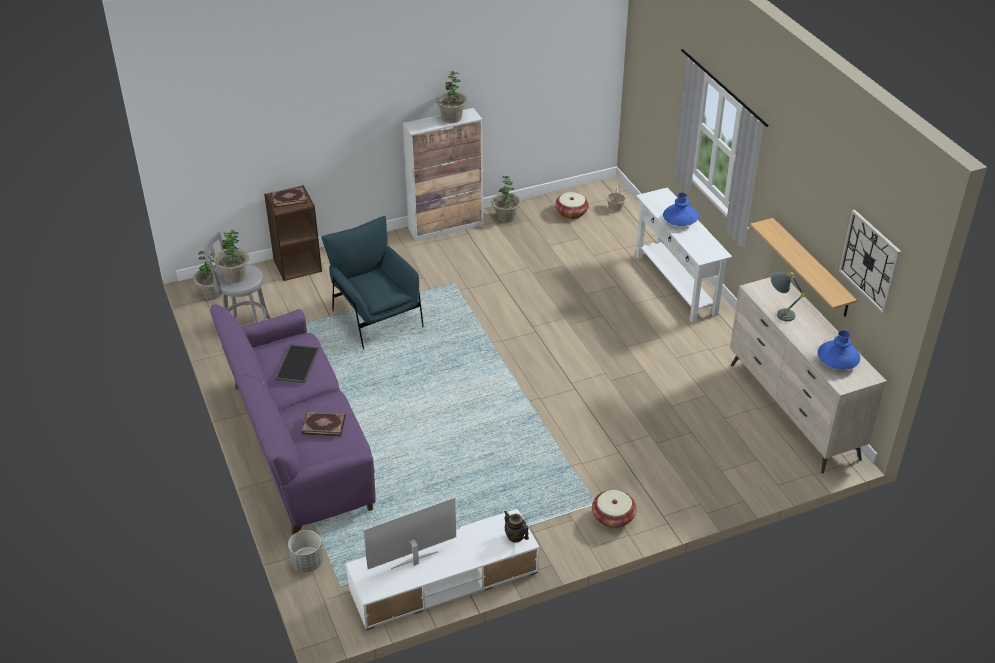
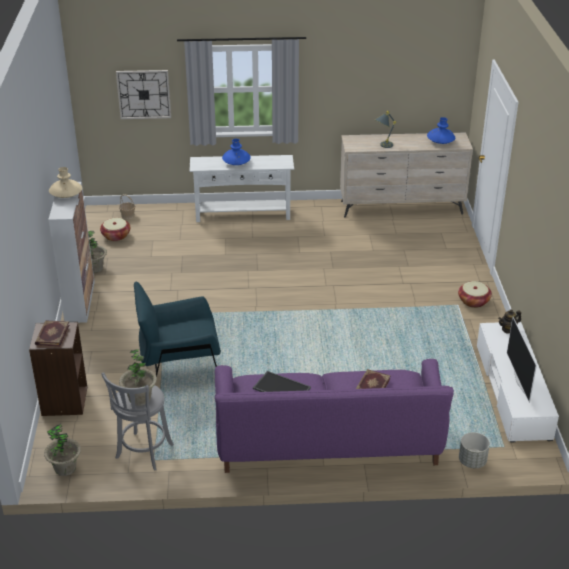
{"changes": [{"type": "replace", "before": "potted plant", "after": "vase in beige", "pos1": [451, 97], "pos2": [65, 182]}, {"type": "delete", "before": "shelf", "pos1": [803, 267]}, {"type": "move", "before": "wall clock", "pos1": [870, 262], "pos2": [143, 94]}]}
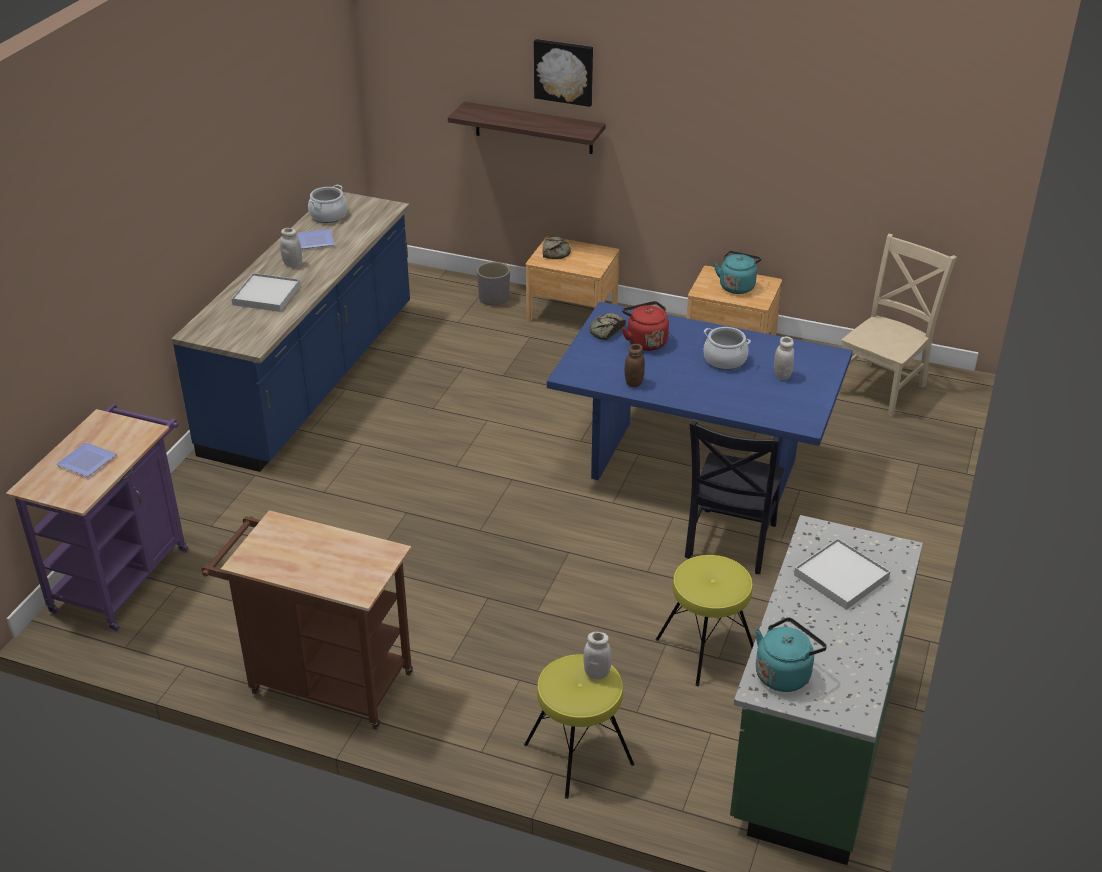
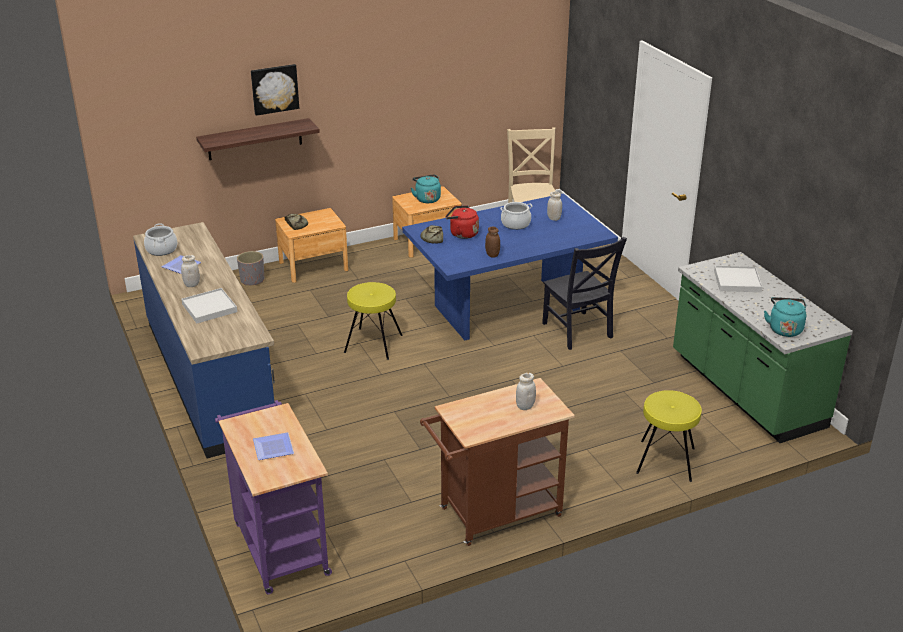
{"changes": [{"type": "move", "before": "jar in white", "pos1": [597, 656], "pos2": [526, 391]}, {"type": "move", "before": "stool in yellow", "pos1": [705, 620], "pos2": [373, 321]}]}
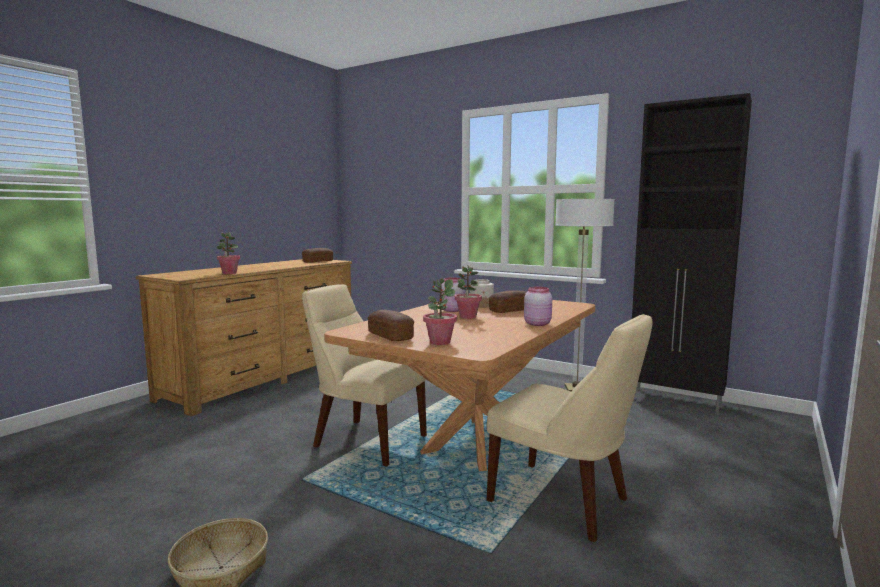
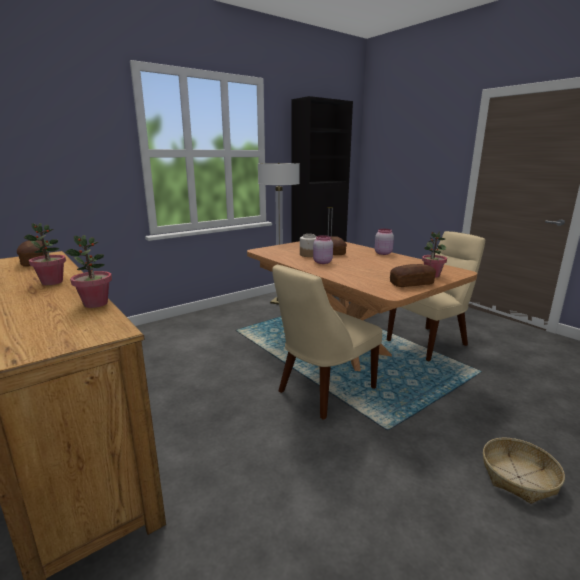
{"changes": [{"type": "move", "before": "potted plant", "pos1": [468, 292], "pos2": [45, 254]}]}
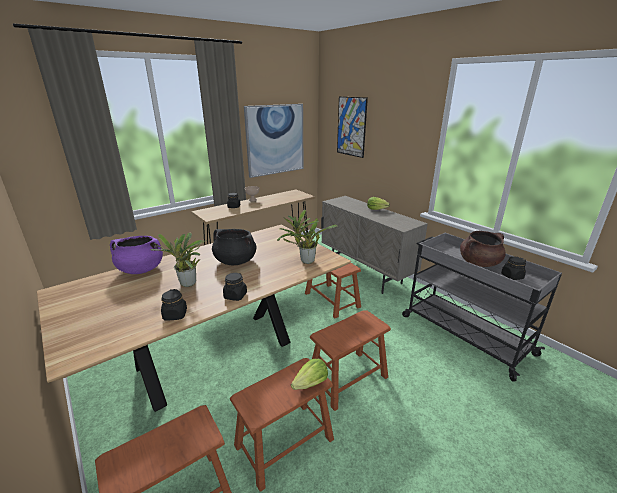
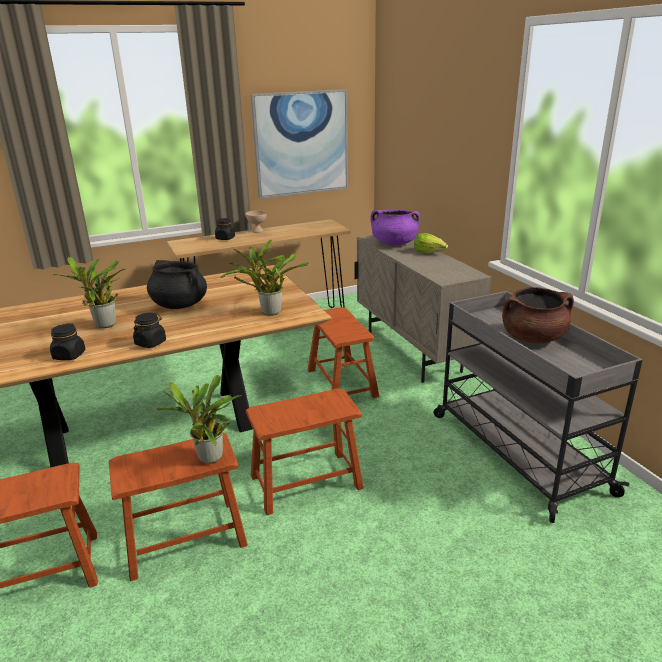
{"changes": [{"type": "move", "before": "cooking pot in purple", "pos1": [136, 255], "pos2": [395, 227]}, {"type": "replace", "before": "lettuce", "after": "potted plant", "pos1": [309, 374], "pos2": [198, 419]}, {"type": "delete", "before": "picture", "pos1": [352, 127]}, {"type": "delete", "before": "jar in black", "pos1": [513, 268]}]}
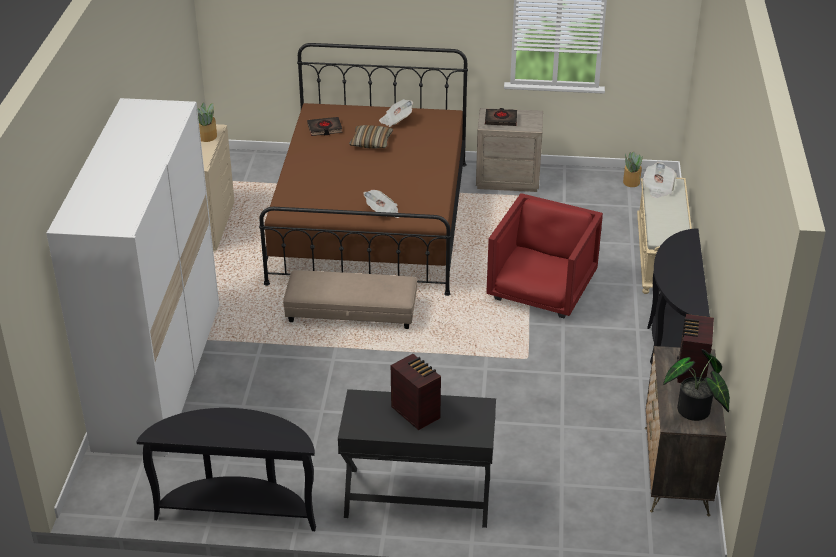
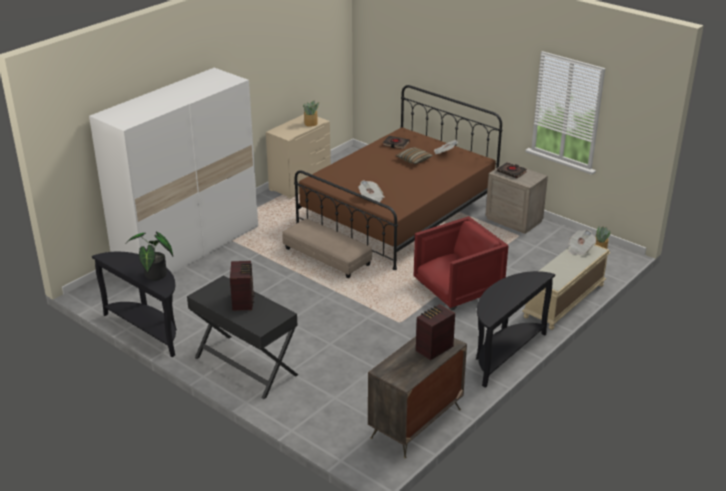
{"changes": [{"type": "move", "before": "potted plant", "pos1": [696, 385], "pos2": [149, 255]}]}
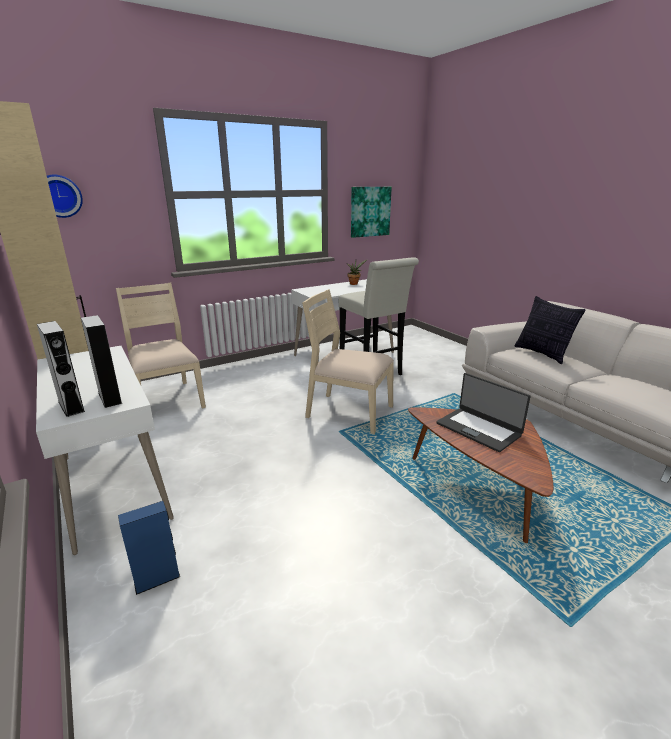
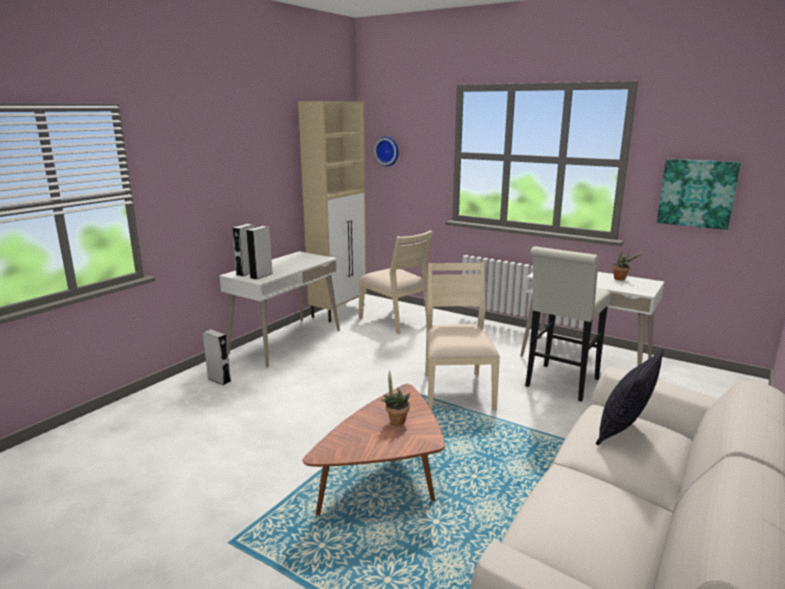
{"changes": [{"type": "rotate", "before": "chair in beige", "pos1": [161, 345], "pos2": [395, 282], "turn": 105}, {"type": "recolor", "before": "speaker in blue", "after": "speaker in grey", "pos1": [149, 548], "pos2": [217, 357]}, {"type": "replace", "before": "laptop", "after": "potted plant", "pos1": [483, 412], "pos2": [395, 397]}]}
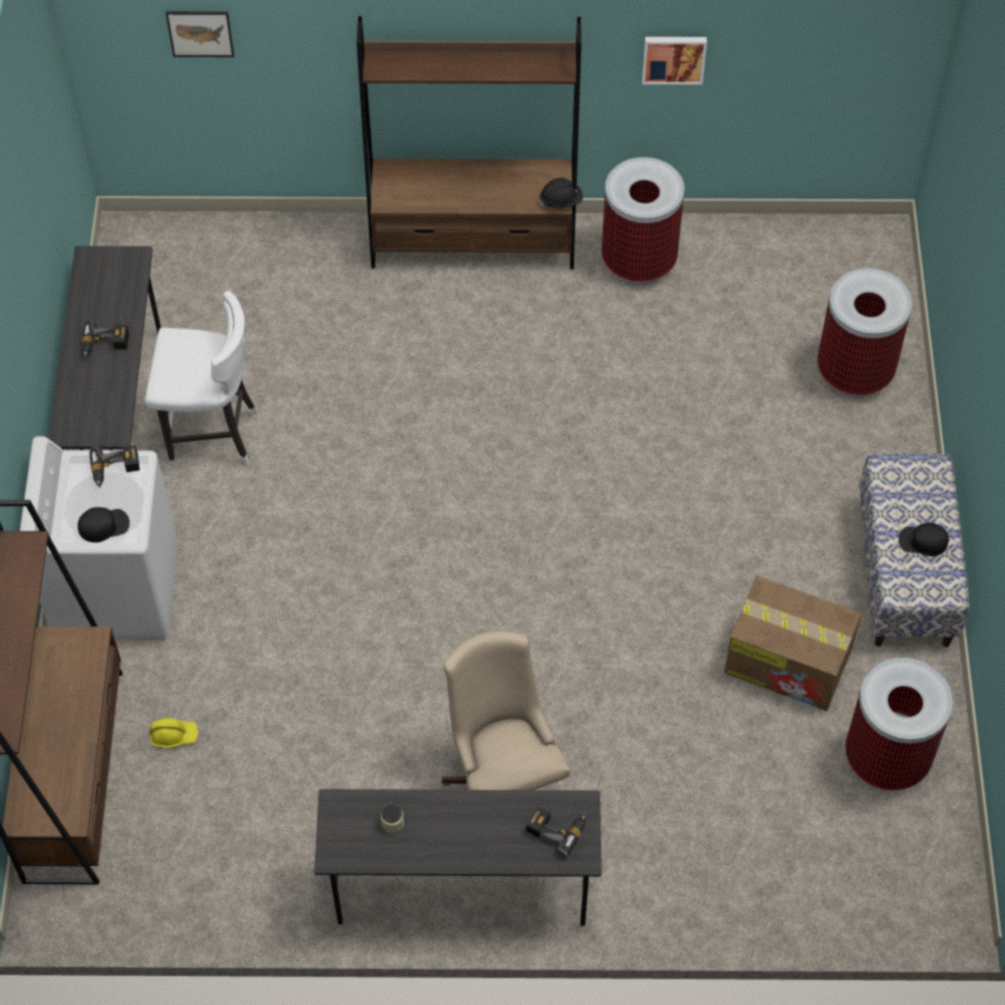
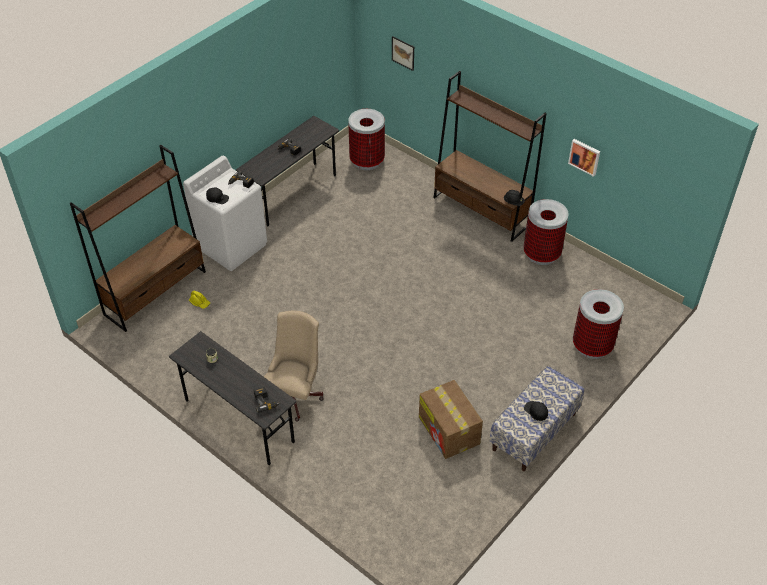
{"changes": [{"type": "delete", "before": "stool in white", "pos1": [201, 379]}, {"type": "move", "before": "trash can", "pos1": [899, 724], "pos2": [366, 139]}]}
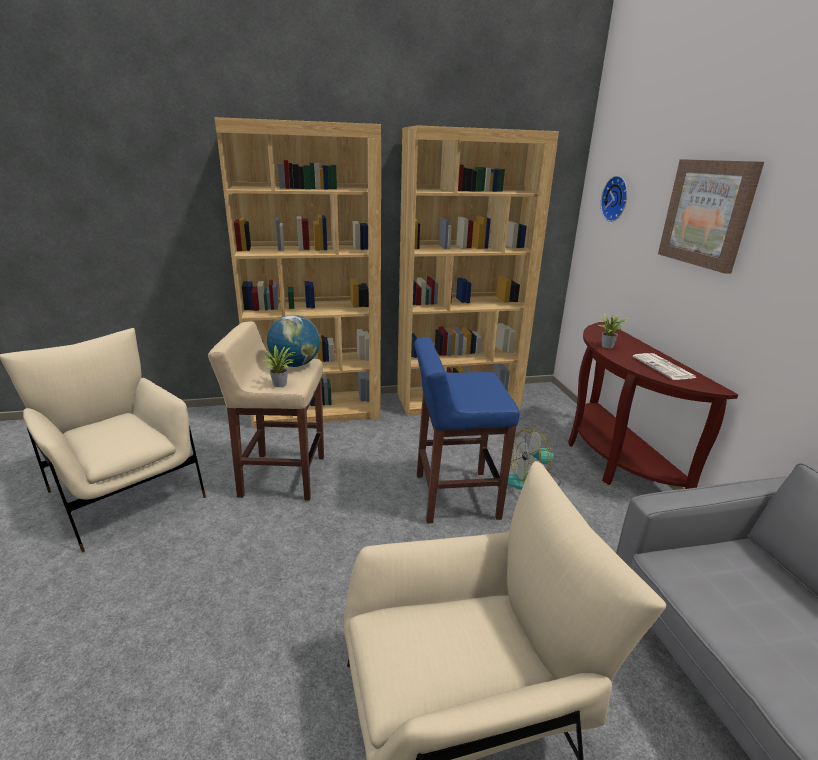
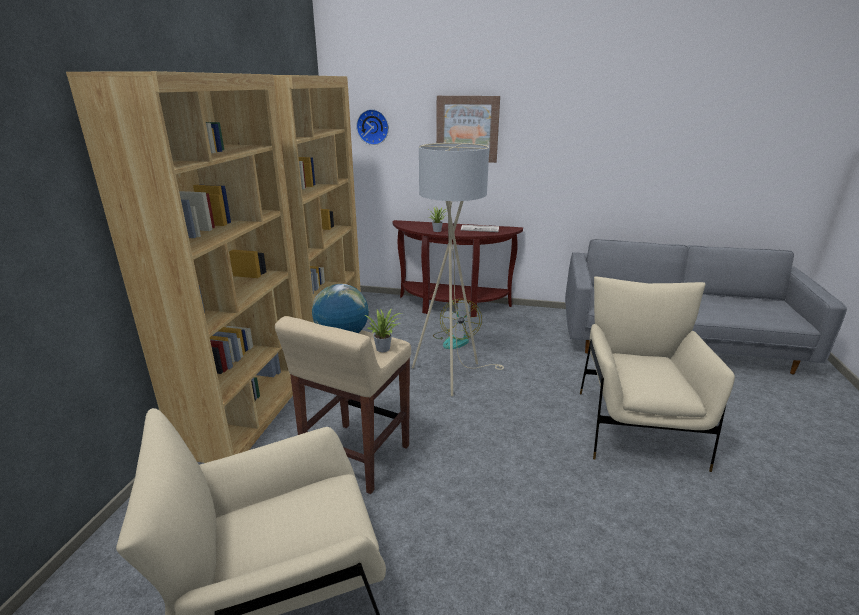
{"changes": [{"type": "replace", "before": "stool in blue", "after": "floor lamp in beige", "pos1": [467, 430], "pos2": [458, 269]}]}
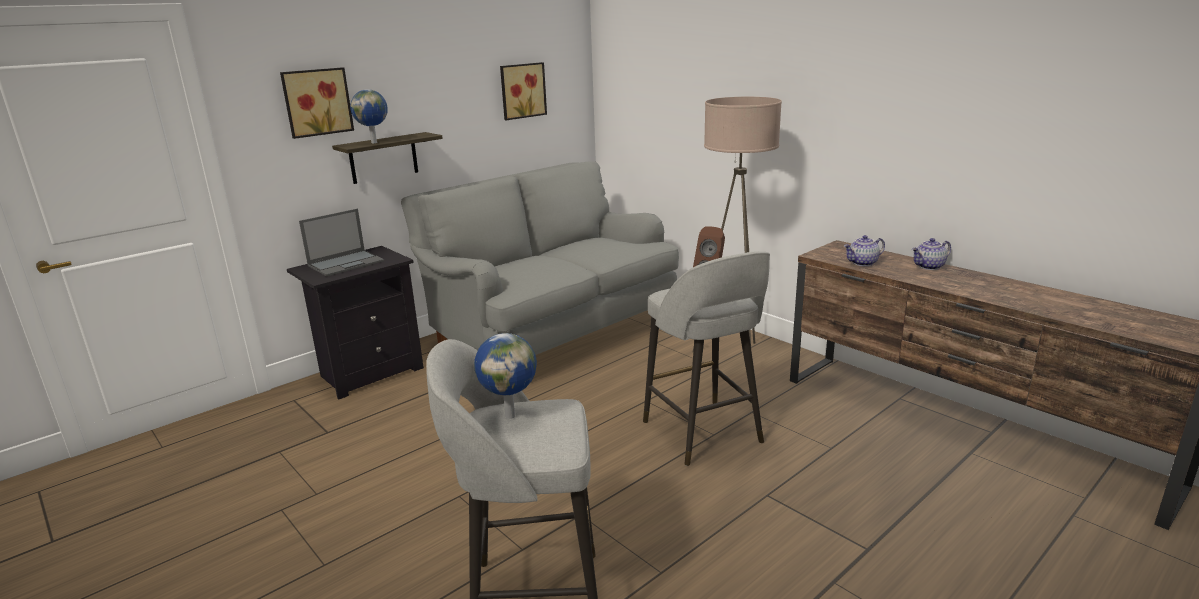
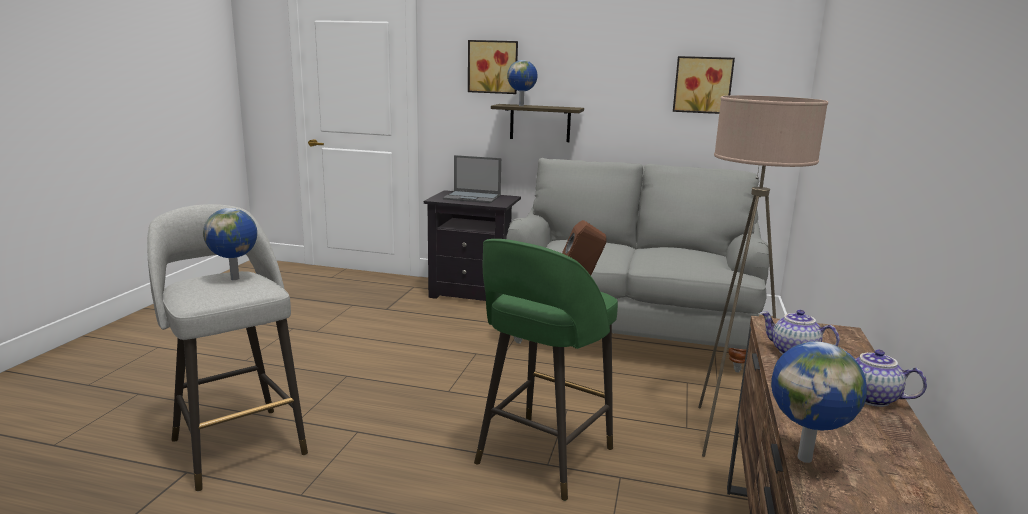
{"changes": [{"type": "recolor", "before": "stool in grey", "after": "stool in green", "pos1": [706, 358], "pos2": [546, 370]}, {"type": "insert", "after": "globe", "pos2": [819, 402]}]}
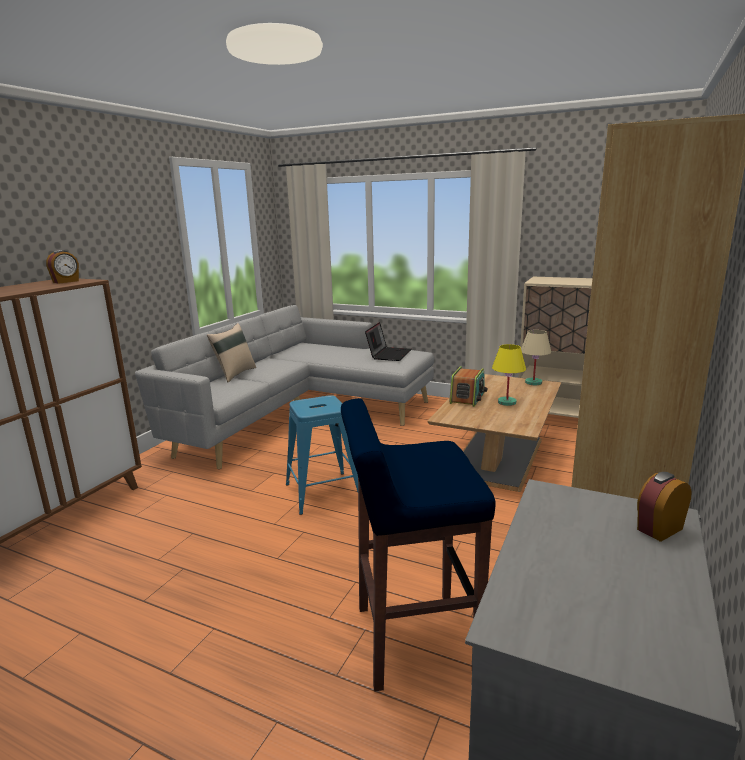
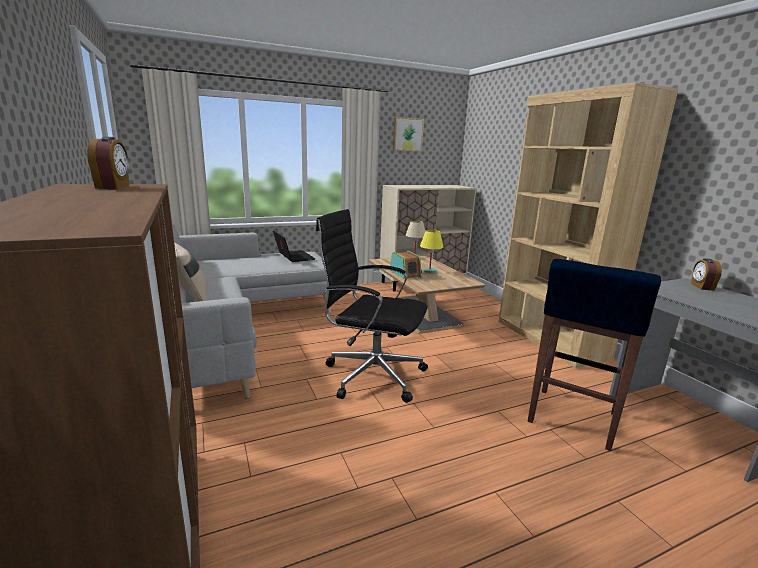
{"changes": [{"type": "replace", "before": "stool in blue", "after": "office chair in black", "pos1": [322, 455], "pos2": [372, 306]}, {"type": "insert", "after": "picture", "pos2": [408, 134]}]}
